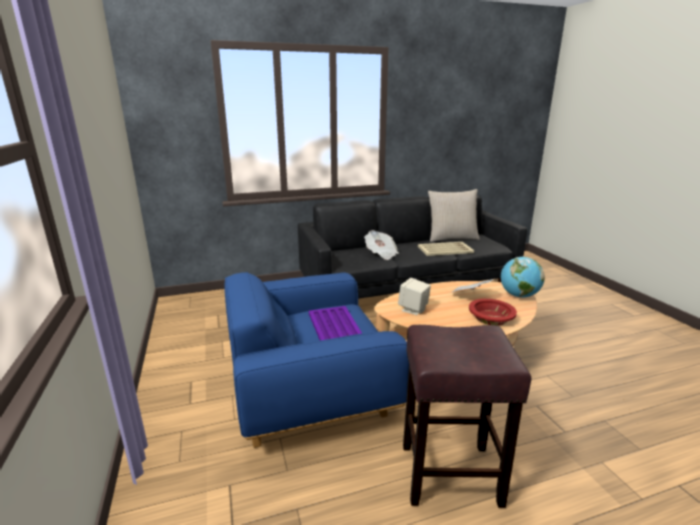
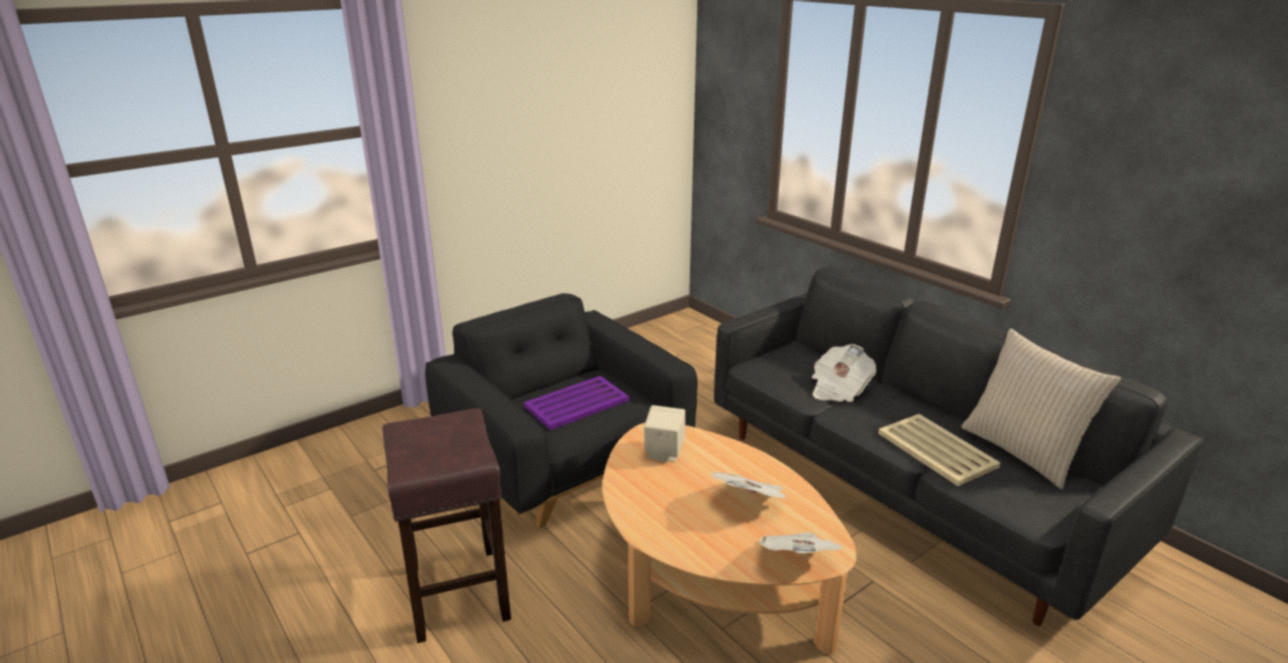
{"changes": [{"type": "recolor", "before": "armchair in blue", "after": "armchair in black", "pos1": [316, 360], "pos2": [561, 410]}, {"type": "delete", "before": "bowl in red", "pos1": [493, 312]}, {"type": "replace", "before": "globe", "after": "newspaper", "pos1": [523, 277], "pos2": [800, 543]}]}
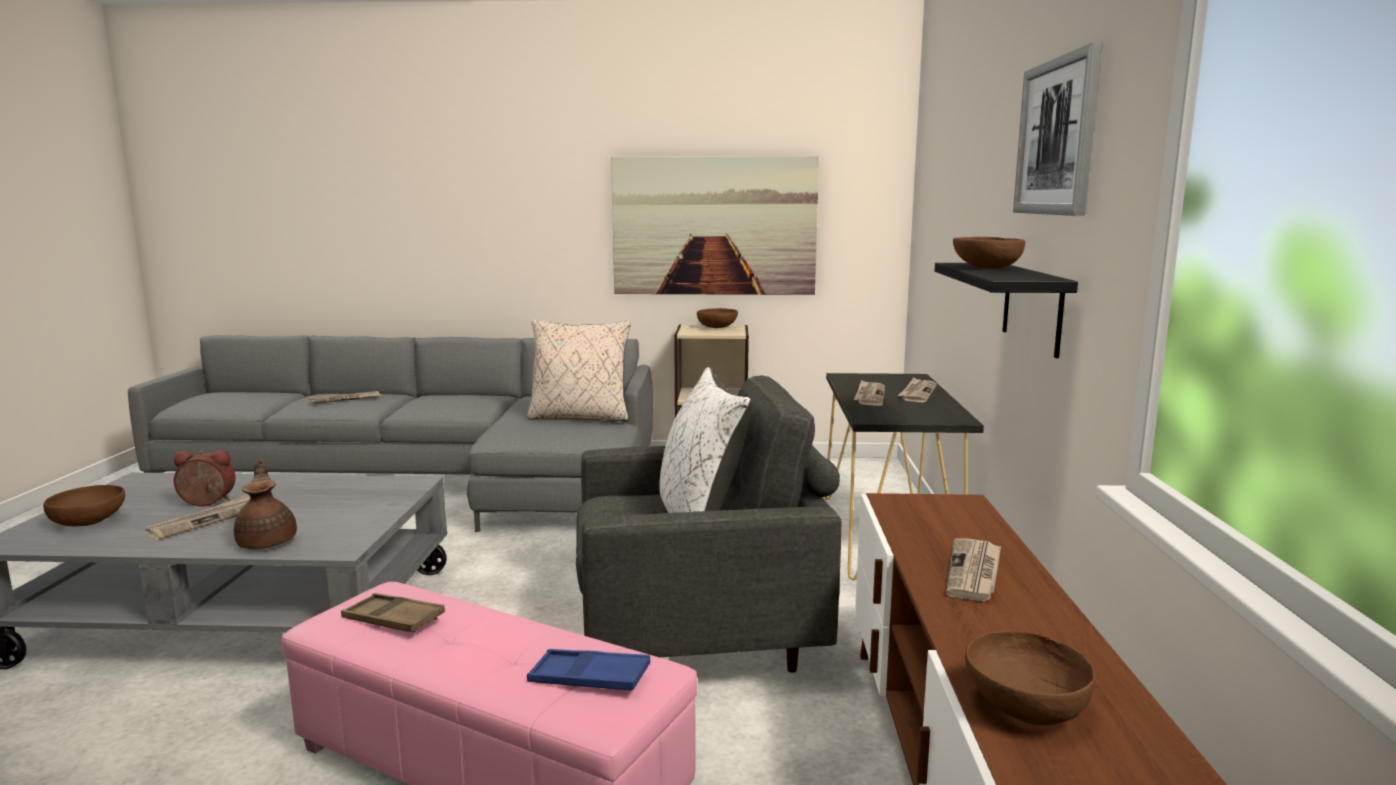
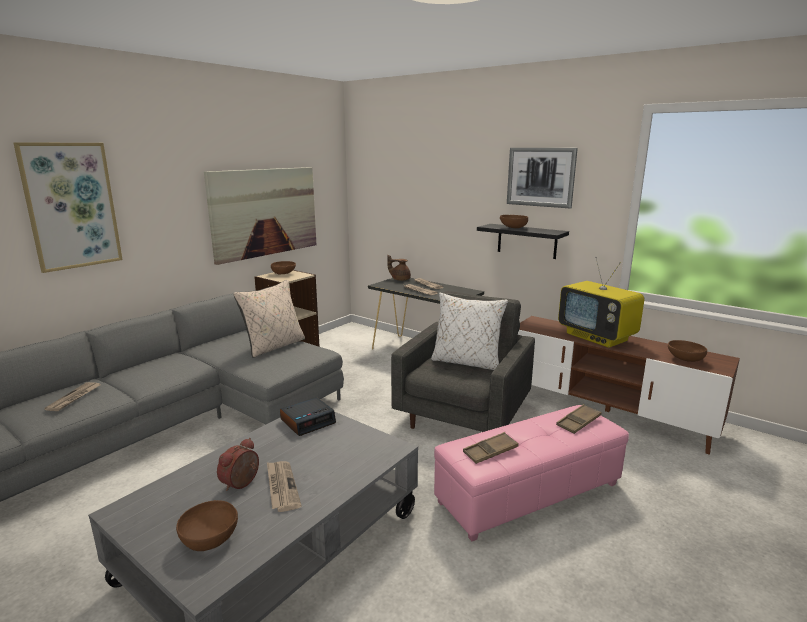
{"changes": [{"type": "move", "before": "teapot in brown", "pos1": [265, 504], "pos2": [399, 268]}, {"type": "recolor", "before": "tray in blue", "after": "tray in brown", "pos1": [589, 670], "pos2": [578, 419]}, {"type": "replace", "before": "newspaper", "after": "television", "pos1": [973, 569], "pos2": [601, 302]}, {"type": "insert", "after": "picture", "pos2": [68, 207]}, {"type": "insert", "after": "alarm clock", "pos2": [308, 416]}]}
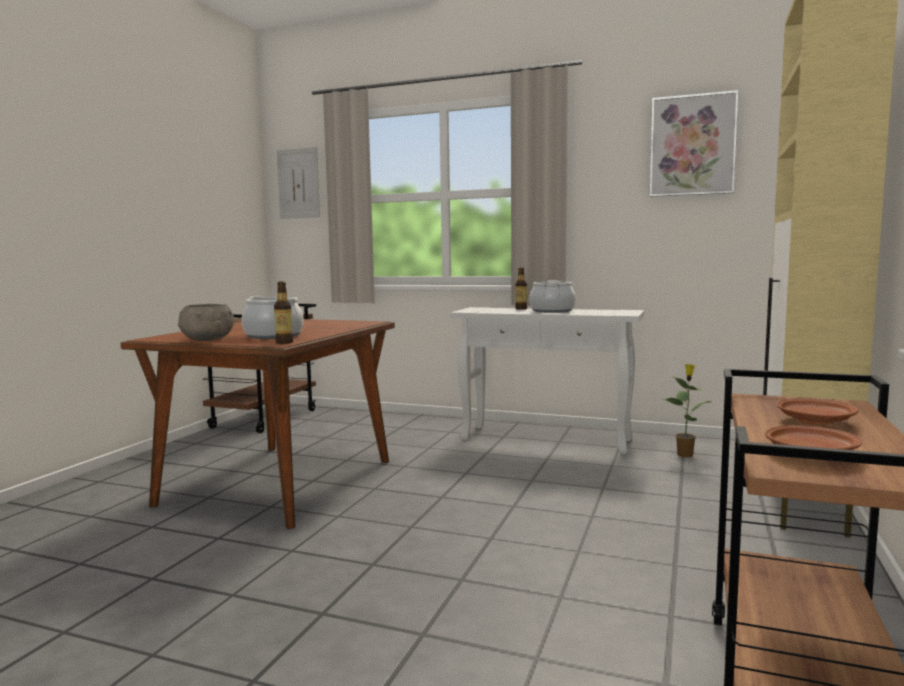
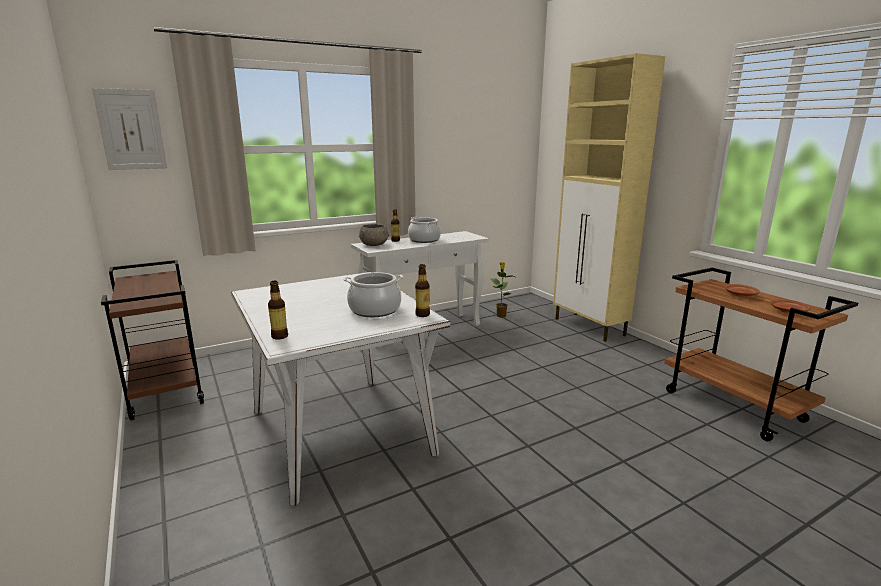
{"changes": [{"type": "recolor", "before": "dining table in brown", "after": "dining table in white", "pos1": [258, 424], "pos2": [340, 389]}, {"type": "move", "before": "bowl in grey", "pos1": [206, 322], "pos2": [374, 235]}, {"type": "delete", "before": "picture", "pos1": [694, 143]}, {"type": "insert", "after": "bottle", "pos2": [278, 310]}]}
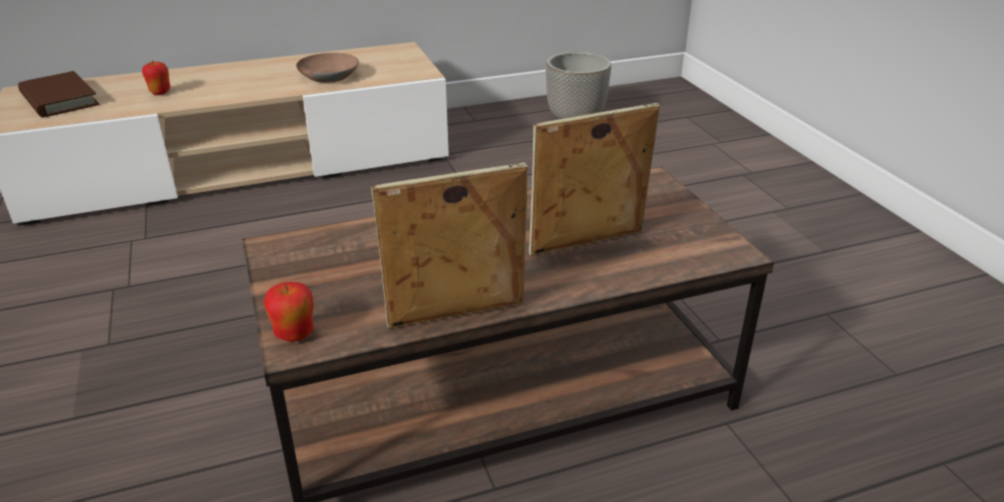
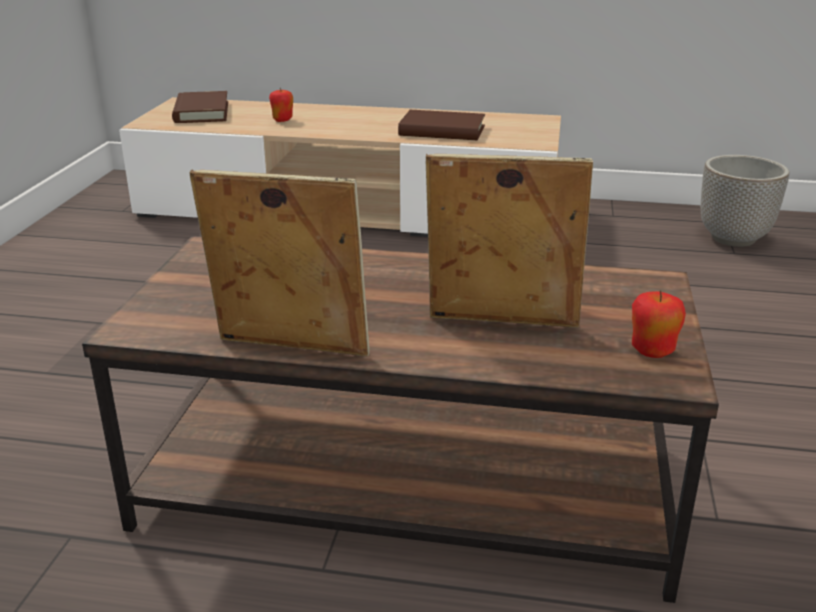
{"changes": [{"type": "move", "before": "apple", "pos1": [289, 312], "pos2": [659, 324]}, {"type": "replace", "before": "bowl in brown", "after": "book in brown", "pos1": [327, 68], "pos2": [441, 125]}]}
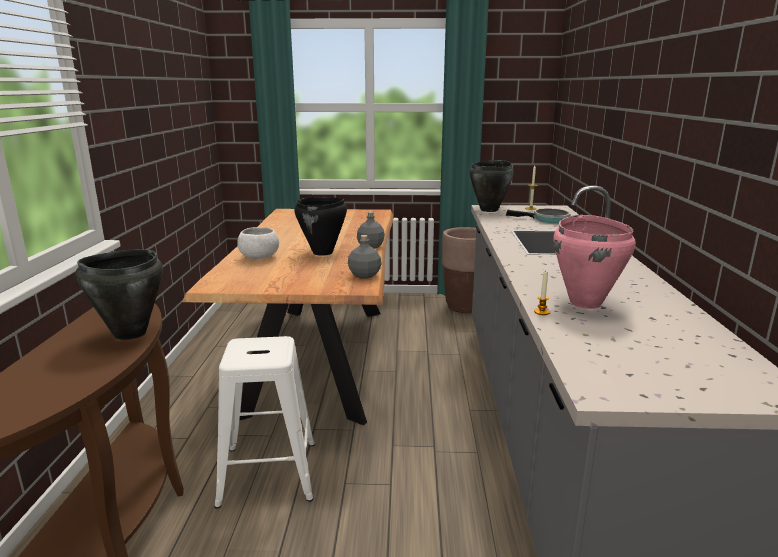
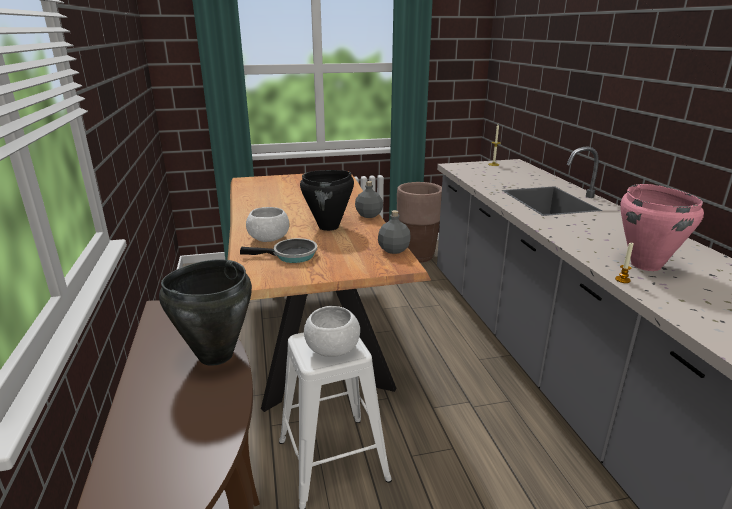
{"changes": [{"type": "delete", "before": "cooking pot in black", "pos1": [492, 186]}, {"type": "move", "before": "frying pan", "pos1": [538, 215], "pos2": [278, 250]}, {"type": "insert", "after": "bowl in white", "pos2": [332, 331]}]}
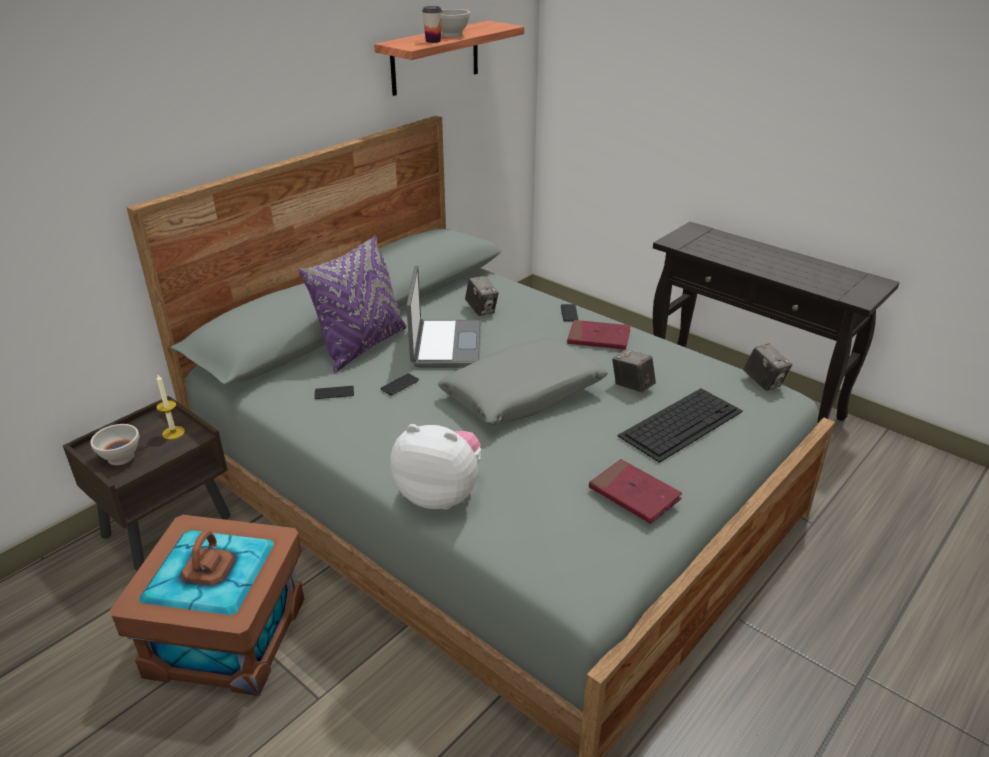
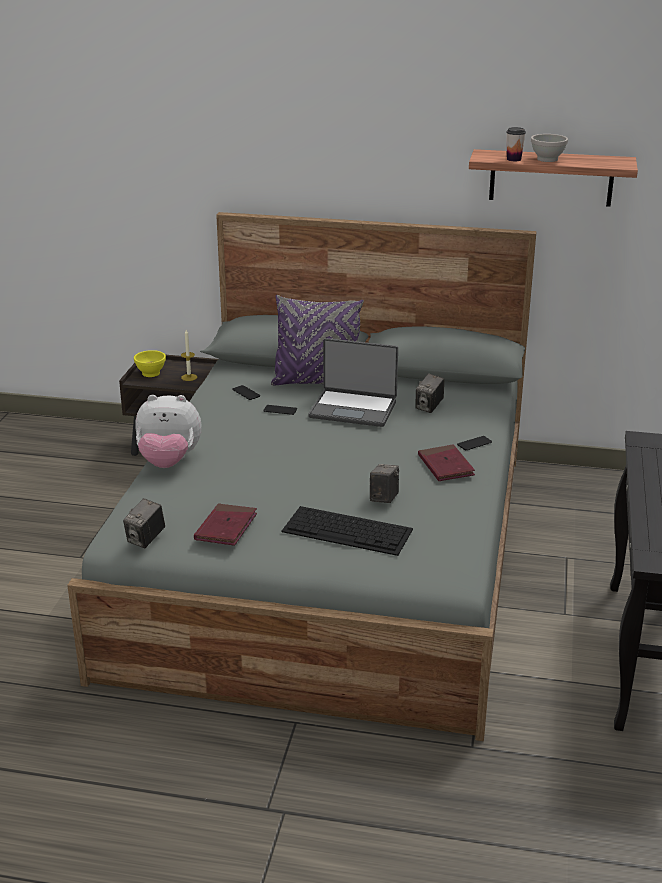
{"changes": [{"type": "recolor", "before": "bowl in white", "after": "bowl in yellow", "pos1": [115, 444], "pos2": [150, 363]}, {"type": "delete", "before": "storage box in brown", "pos1": [207, 605]}, {"type": "rotate", "before": "plush toy", "pos1": [435, 467], "pos2": [168, 431], "turn": 105}, {"type": "rotate", "before": "laptop", "pos1": [443, 317], "pos2": [353, 382], "turn": 45}, {"type": "delete", "before": "pillow in grey", "pos1": [523, 381]}, {"type": "move", "before": "photo camera", "pos1": [767, 367], "pos2": [144, 523]}]}
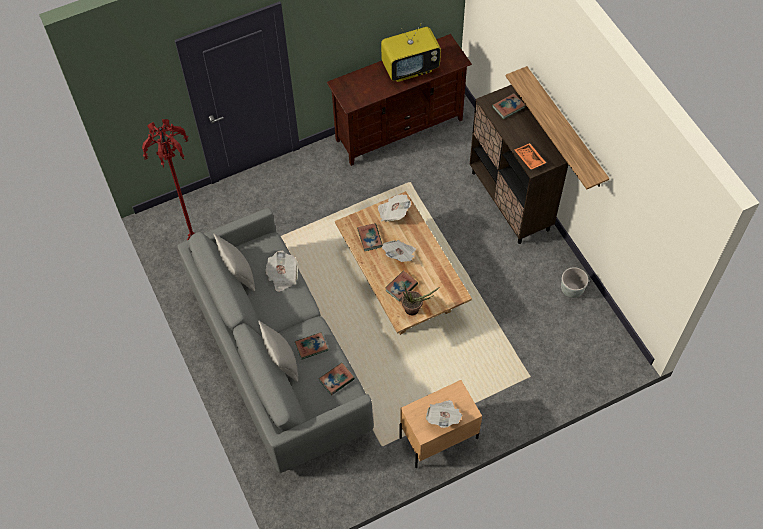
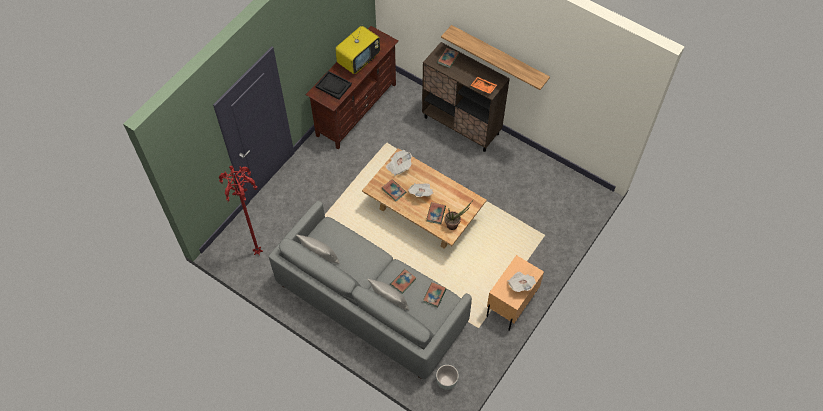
{"changes": [{"type": "delete", "before": "newspaper", "pos1": [281, 271]}, {"type": "move", "before": "planter in grey", "pos1": [574, 282], "pos2": [447, 377]}, {"type": "insert", "after": "tray in black", "pos2": [334, 85]}]}
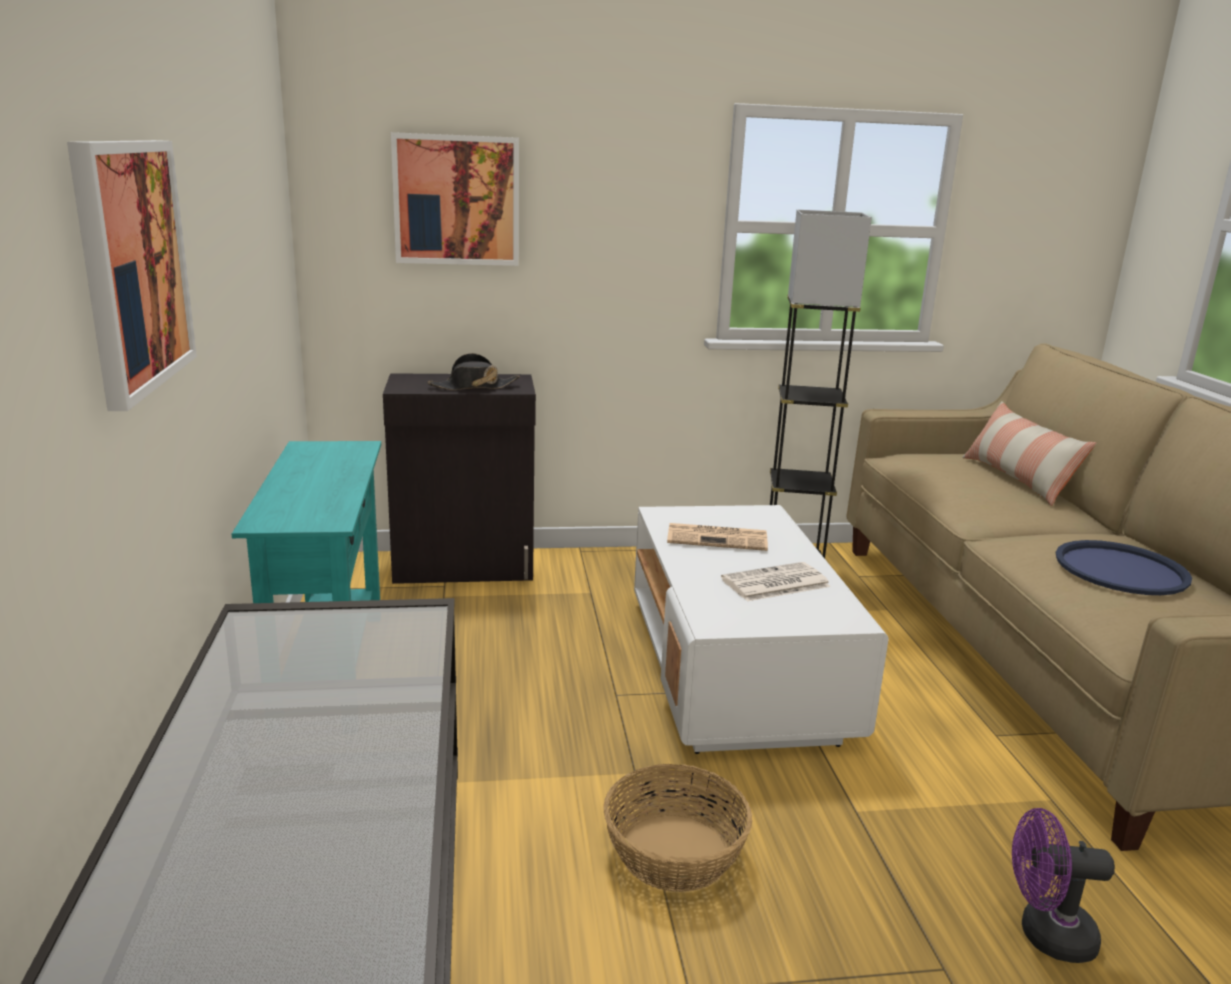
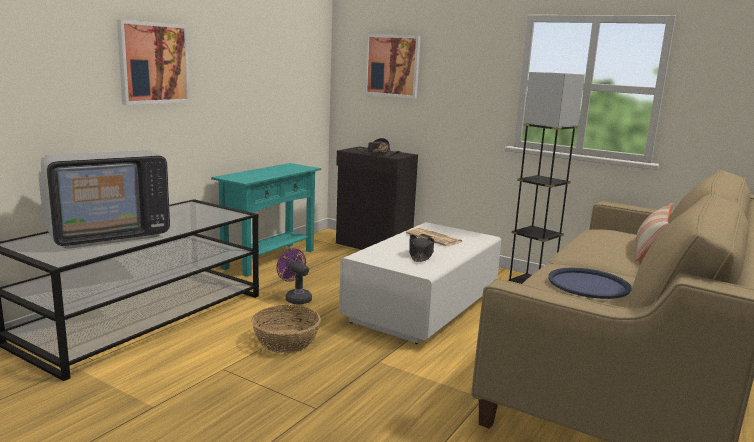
{"changes": [{"type": "replace", "before": "newspaper", "after": "hat in black", "pos1": [776, 581], "pos2": [421, 248]}, {"type": "move", "before": "fan in purple", "pos1": [1063, 885], "pos2": [294, 276]}, {"type": "insert", "after": "television", "pos2": [104, 199]}]}
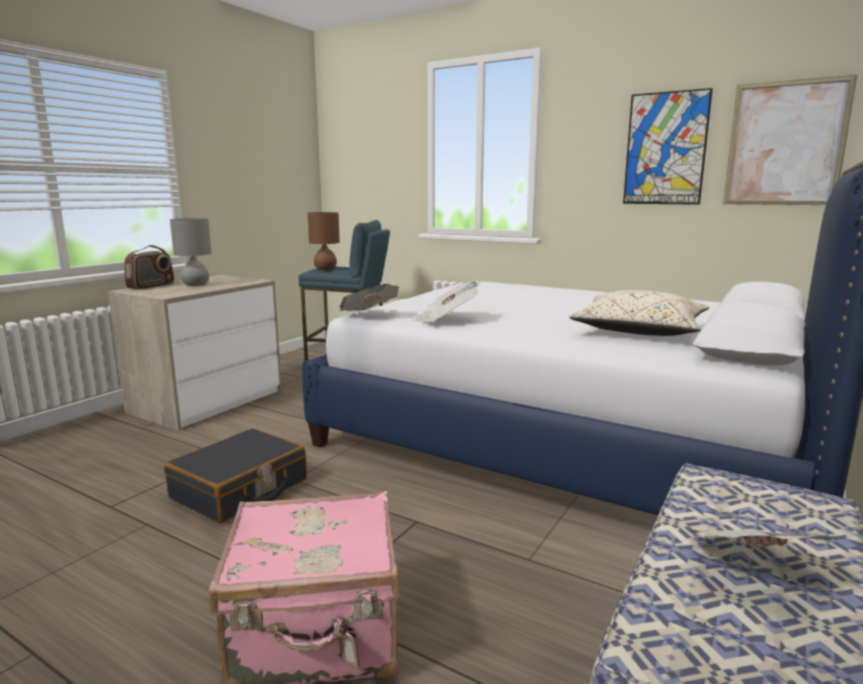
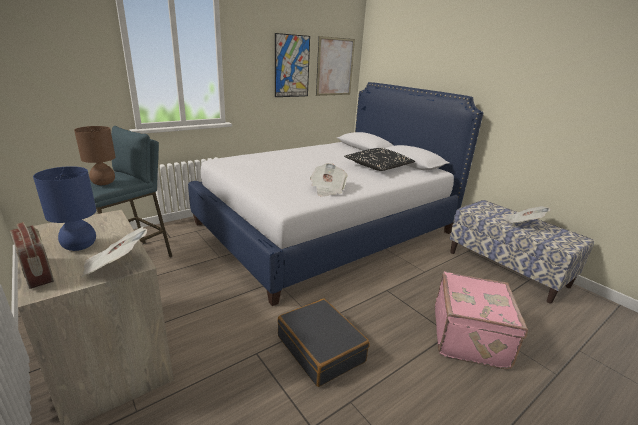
{"changes": [{"type": "recolor", "before": "table lamp in grey", "after": "table lamp in blue", "pos1": [191, 252], "pos2": [64, 208]}, {"type": "move", "before": "newspaper", "pos1": [369, 297], "pos2": [114, 252]}, {"type": "recolor", "before": "pillow in beige", "after": "pillow in black", "pos1": [639, 313], "pos2": [379, 159]}]}
